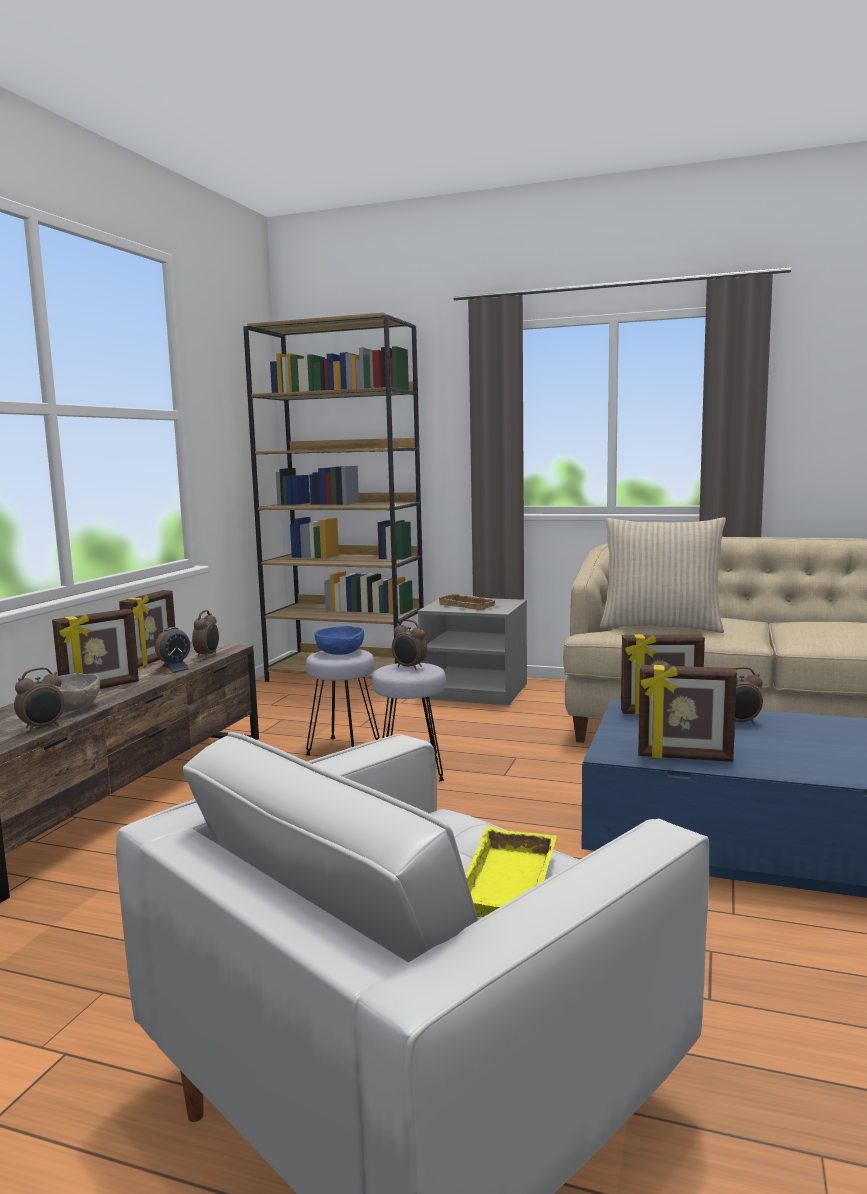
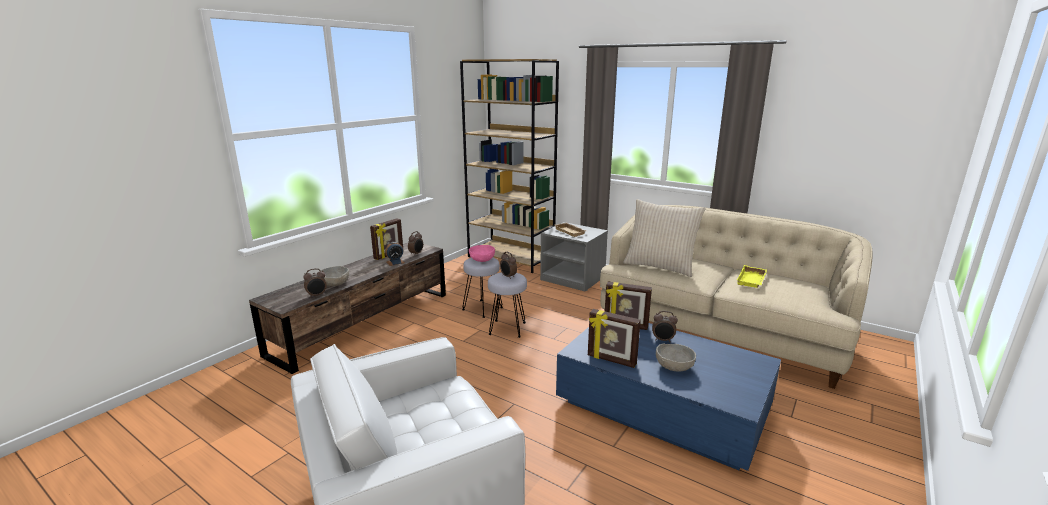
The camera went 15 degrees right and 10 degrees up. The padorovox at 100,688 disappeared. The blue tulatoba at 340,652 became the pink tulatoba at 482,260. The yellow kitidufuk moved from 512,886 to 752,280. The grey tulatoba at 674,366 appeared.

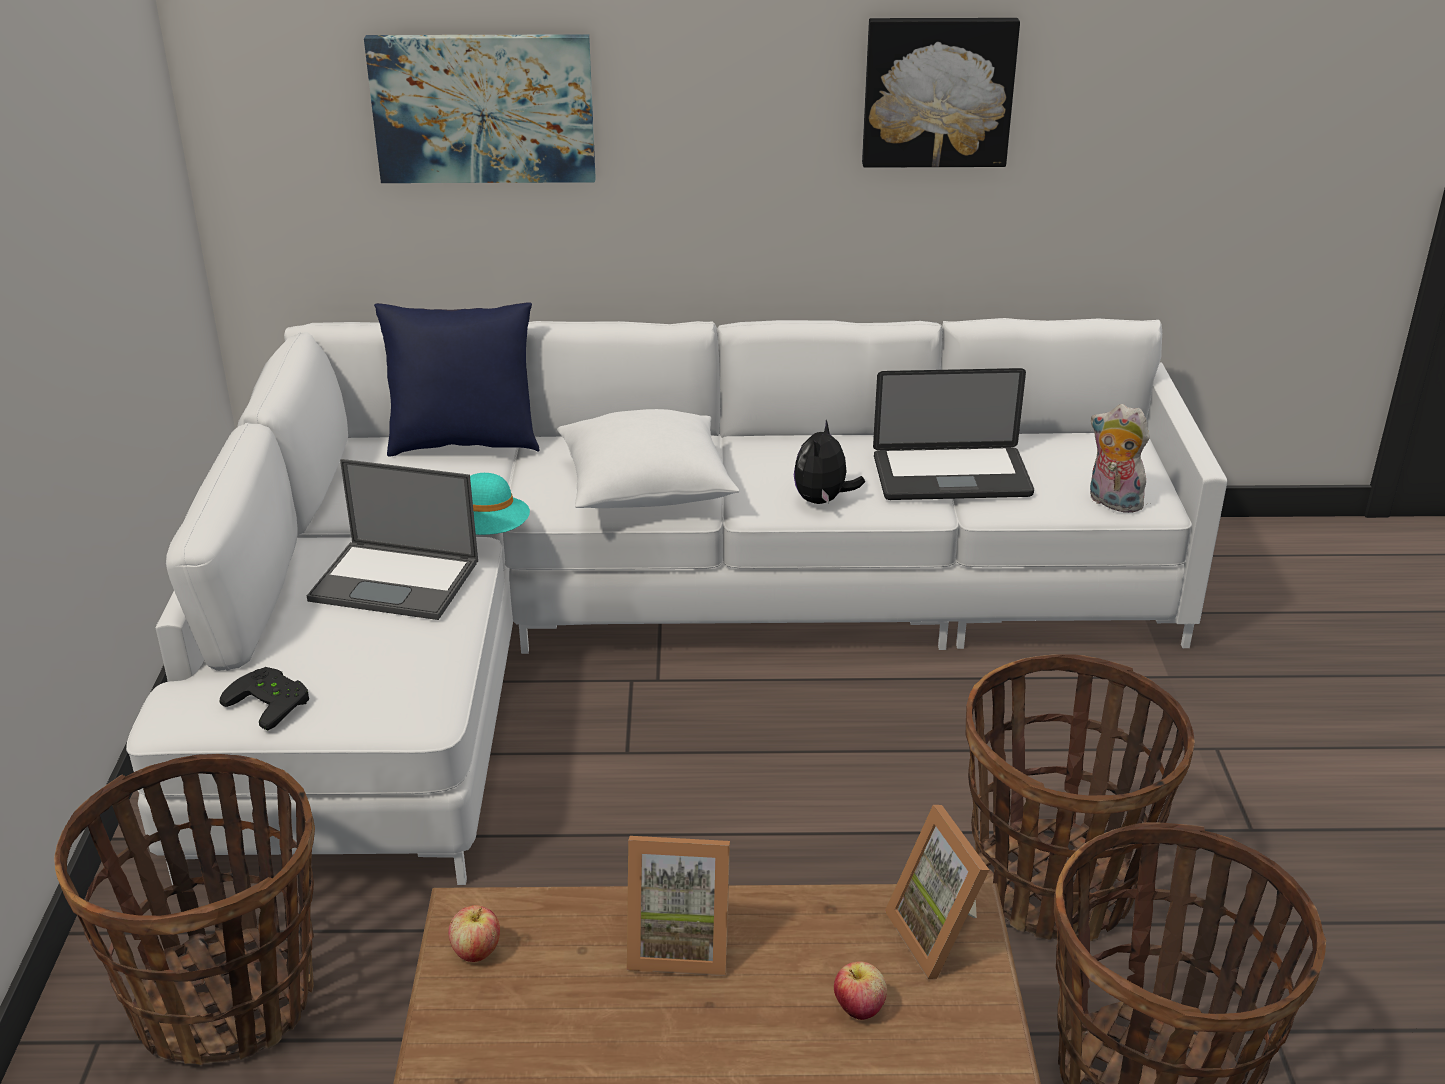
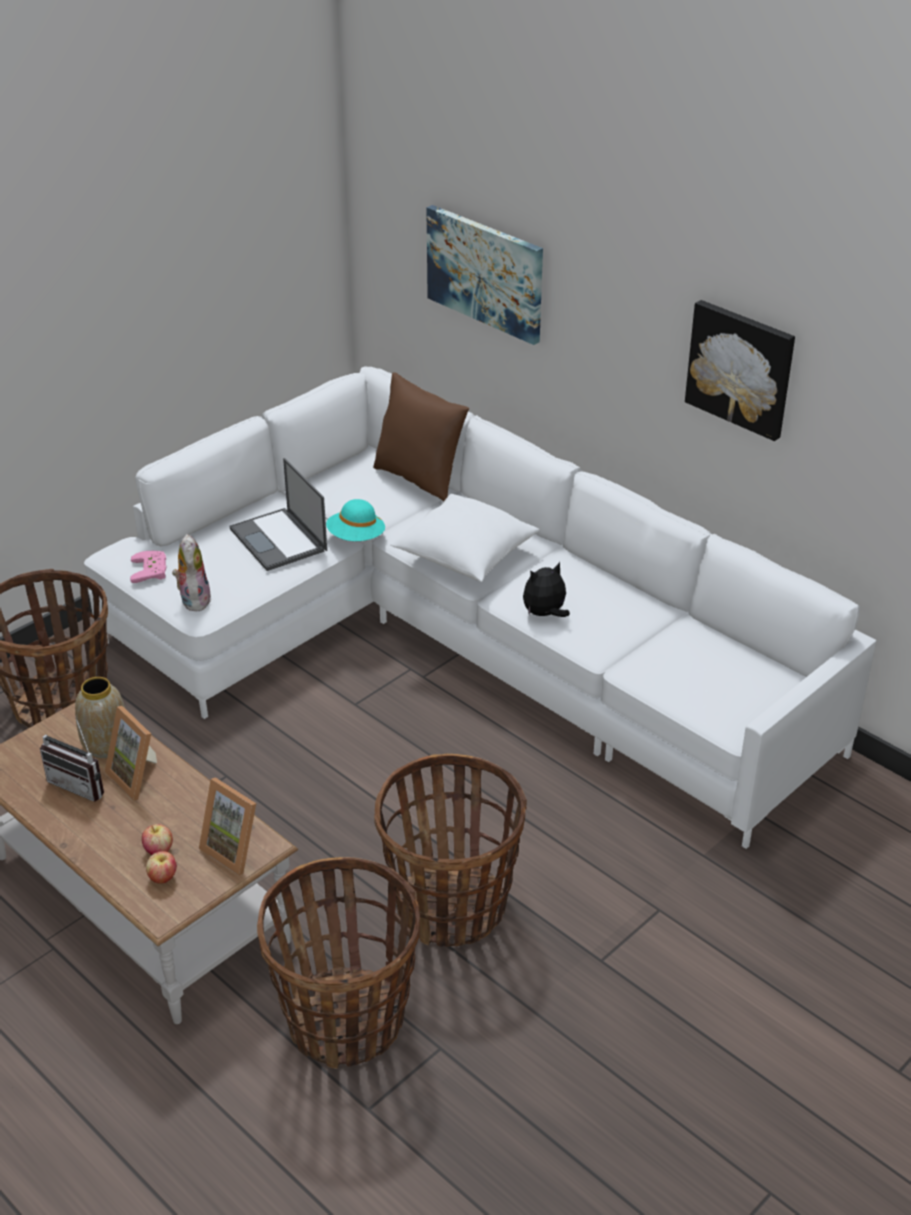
The camera went 45 degrees right and 5 degrees up. The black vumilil at 272,700 became the pink vumilil at 152,570. The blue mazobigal at 464,443 became the brown mazobigal at 419,479. The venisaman moved from 476,952 to 163,878. The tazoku at 951,476 disappeared. The padorovox at 942,935 turned 75 degrees counterclockwise. The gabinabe moved from 1111,502 to 193,599. The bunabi at 81,784 appeared. The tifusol at 105,745 appeared.

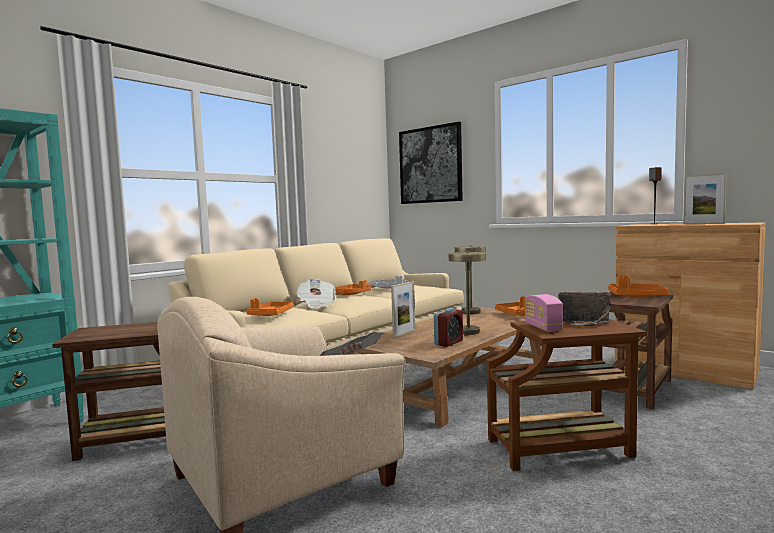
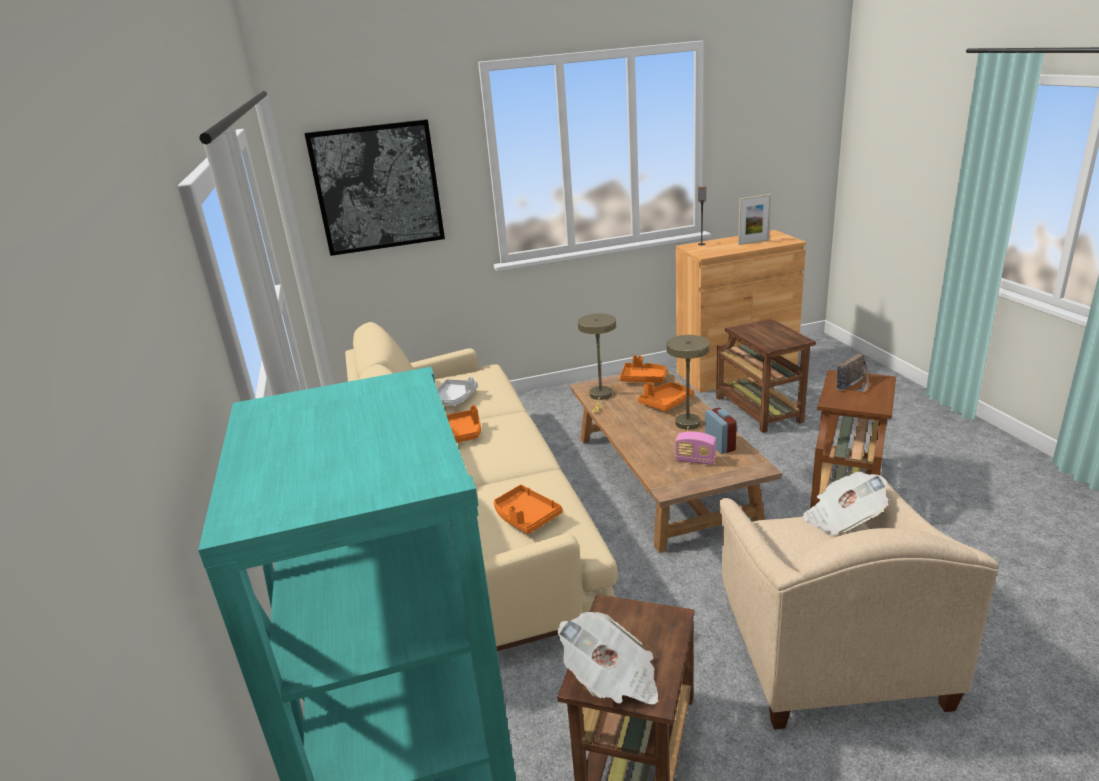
The camera went 55 degrees left and 20 degrees up. The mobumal moved from 316,304 to 612,679. The padorovox at 404,333 disappeared. The bunabi moved from 543,328 to 695,460. The orange kitidufuk moved from 635,296 to 665,402.

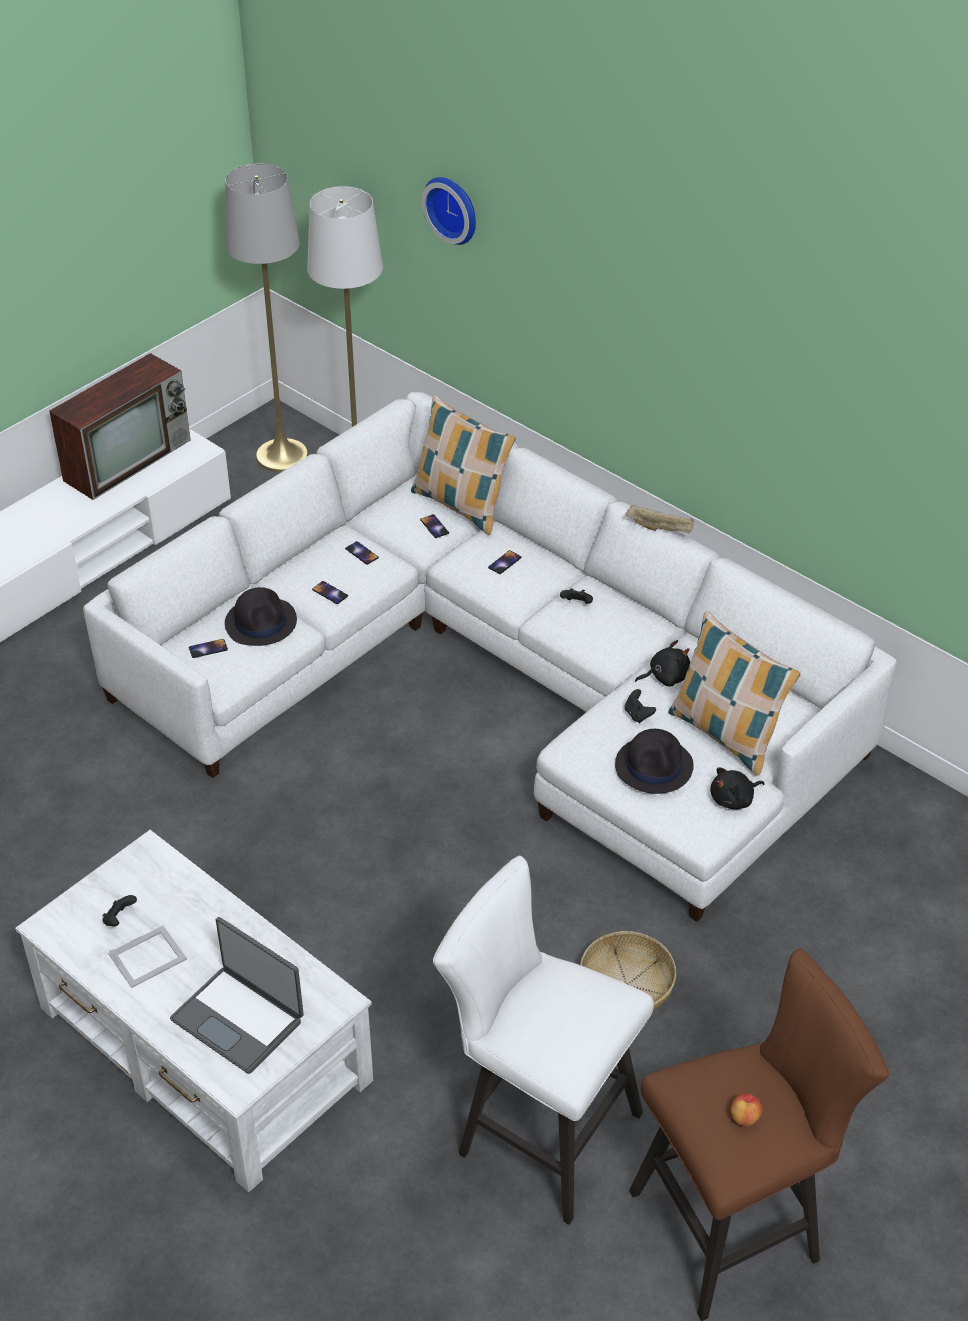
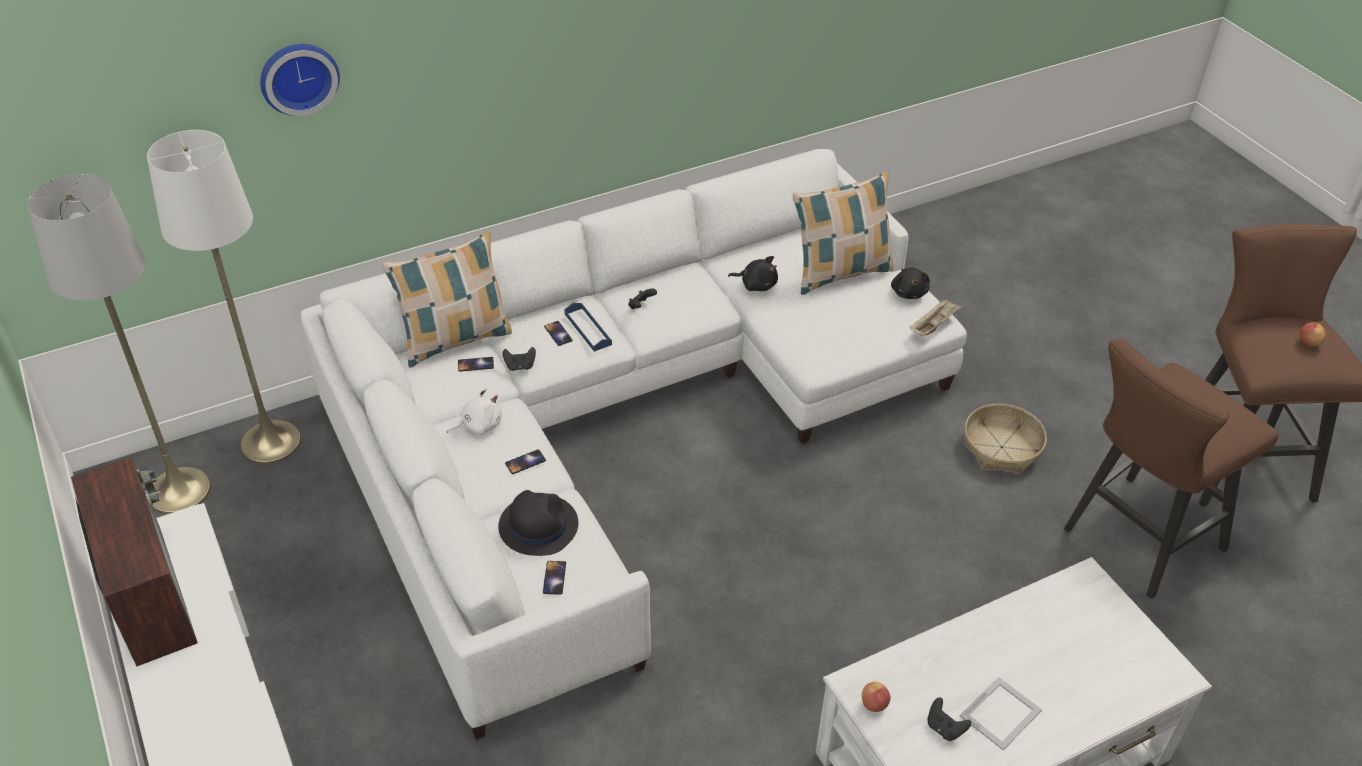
The camera went 70 degrees left and 0 degrees up. The padorovox at 148,956 turned 60 degrees clockwise. The tazoku at 239,1019 disappeared. The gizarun at 362,553 was replaced by the white gabinabe at 479,425. The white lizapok at 538,1130 became the brown lizapok at 1135,542. The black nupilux at 654,766 disappeared. The black vumilil moved from 638,714 to 520,366. The beige kitidufuk moved from 660,528 to 933,325. The black gabinabe at 666,677 turned 105 degrees clockwise. The blue kitidufuk at 588,329 appeared. The venisaman at 874,704 appeared.

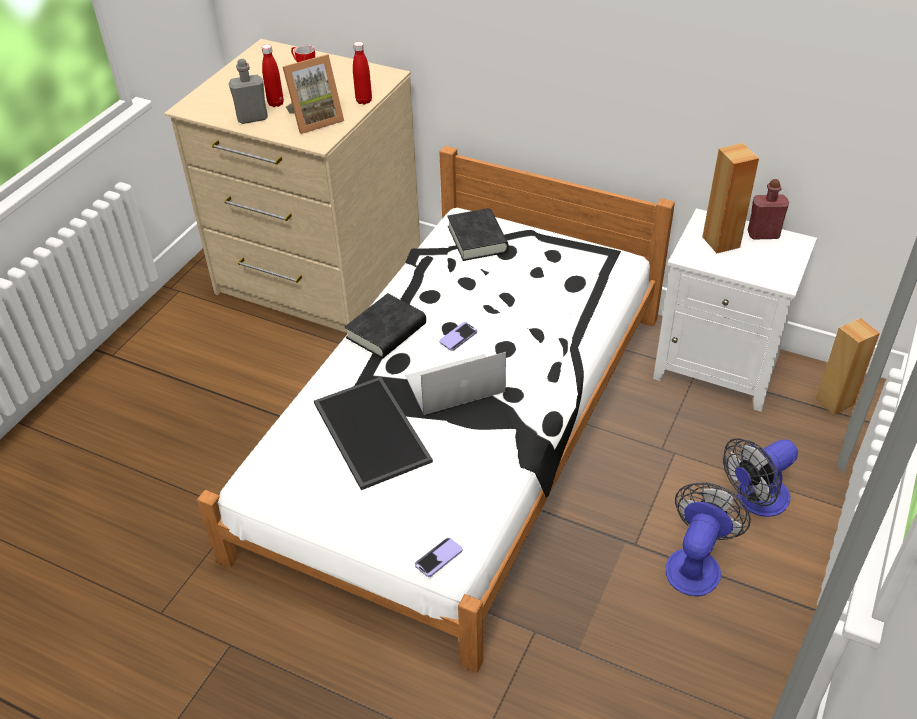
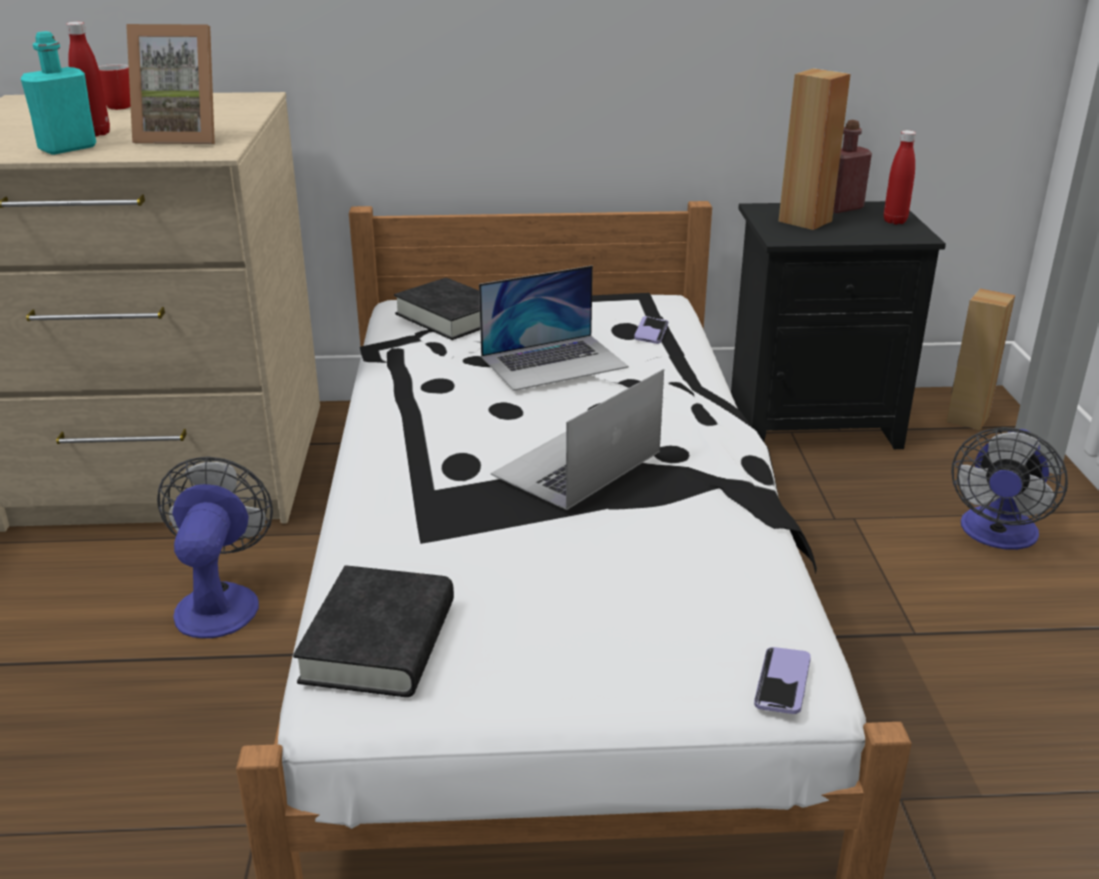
The camera went 30 degrees left and 15 degrees down. The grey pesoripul at 252,118 became the turquoise pesoripul at 68,148. The padorovox at 315,120 turned 60 degrees clockwise. The kitidufuk at 369,432 disappeared. The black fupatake moved from 386,331 to 379,642. The red pesoripul moved from 364,101 to 894,221. The gizarun moved from 458,337 to 651,332. The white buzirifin at 720,367 became the black buzirifin at 813,421. The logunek moved from 696,563 to 220,601. The tazoku at 554,362 appeared.

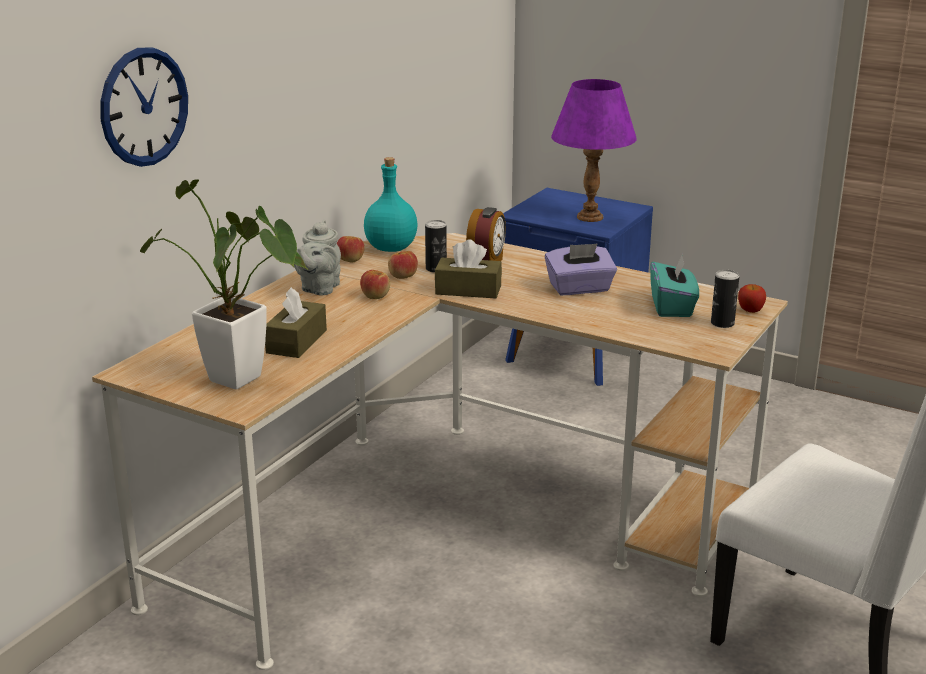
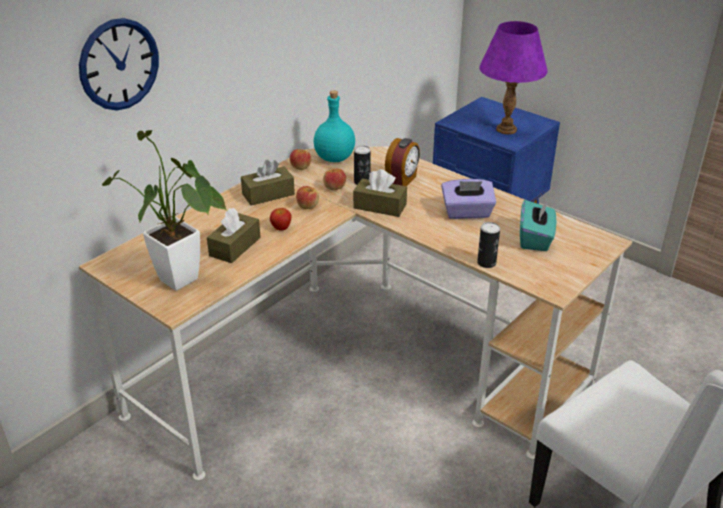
The camera went 10 degrees right and 10 degrees up. The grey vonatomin at 319,288 was replaced by the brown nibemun at 268,194. The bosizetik moved from 722,323 to 486,263. The venisaman moved from 750,310 to 281,228.

